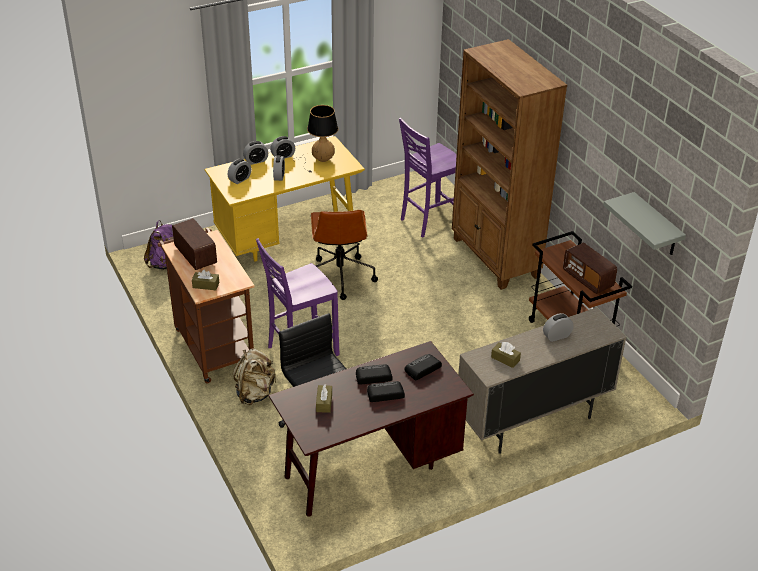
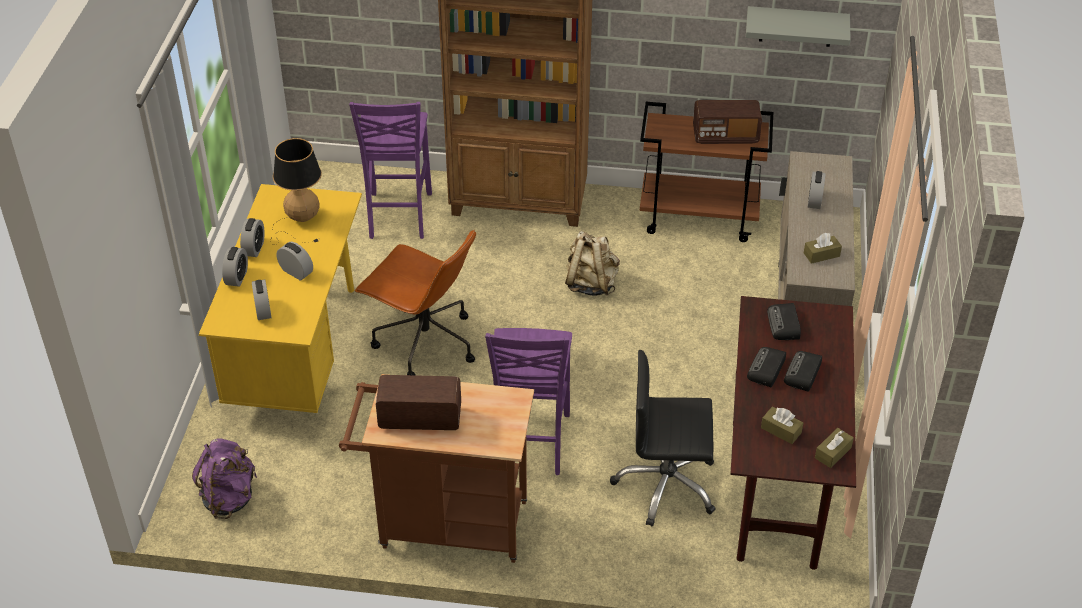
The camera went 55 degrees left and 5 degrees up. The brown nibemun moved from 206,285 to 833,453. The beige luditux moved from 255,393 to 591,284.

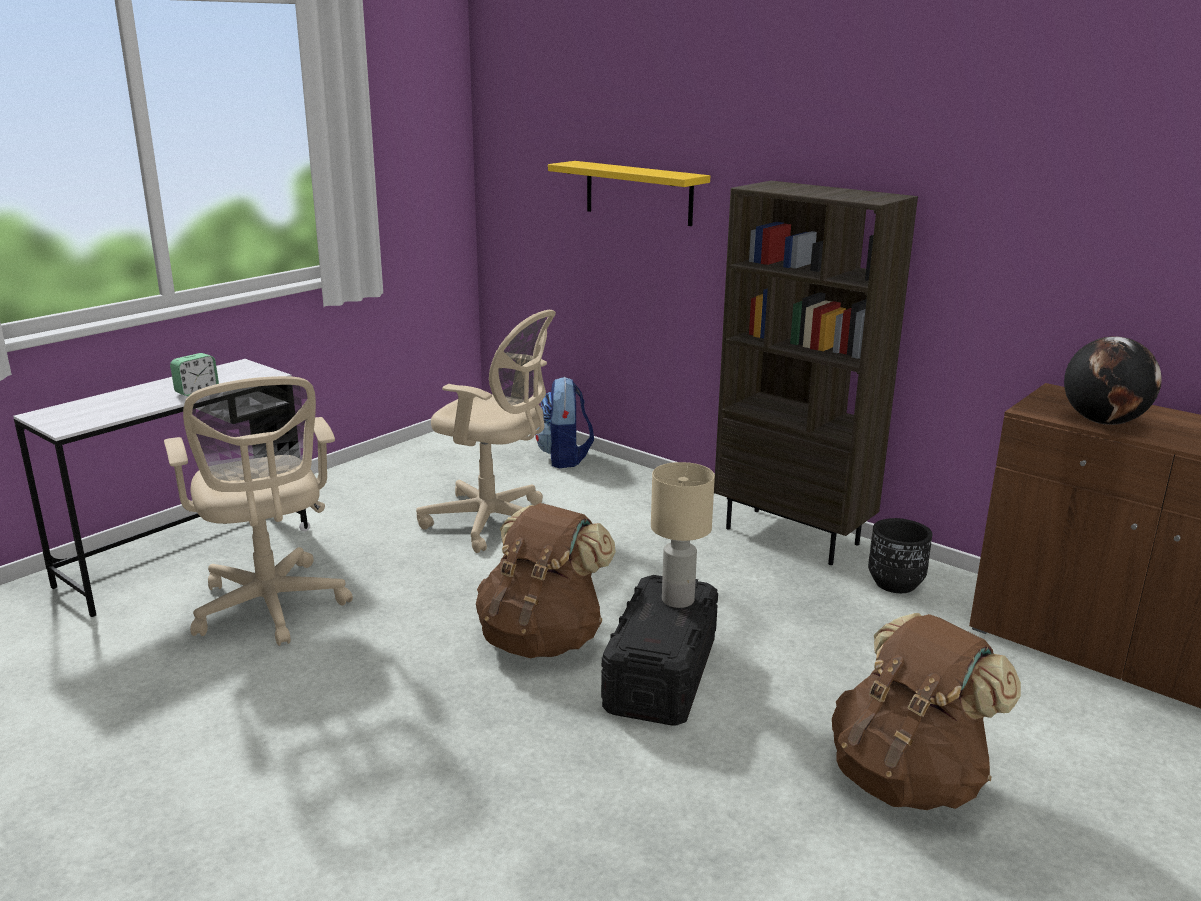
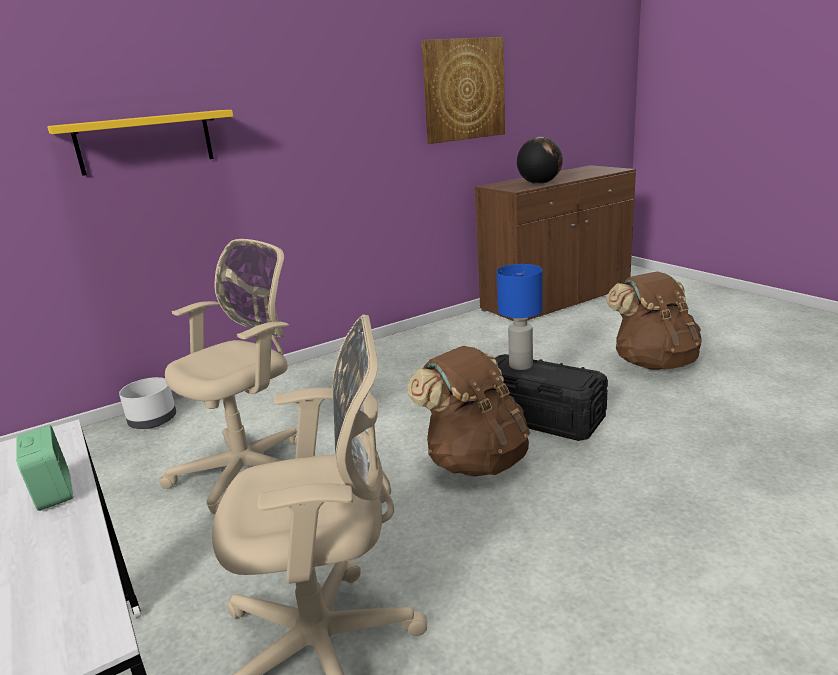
The camera went 70 degrees left and 0 degrees up. The luditux at 565,458 was replaced by the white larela at 154,421. The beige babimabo at 677,600 became the blue babimabo at 520,365. The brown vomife at 793,536 disappeared. The black larela at 895,583 disappeared. The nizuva at 463,90 appeared.

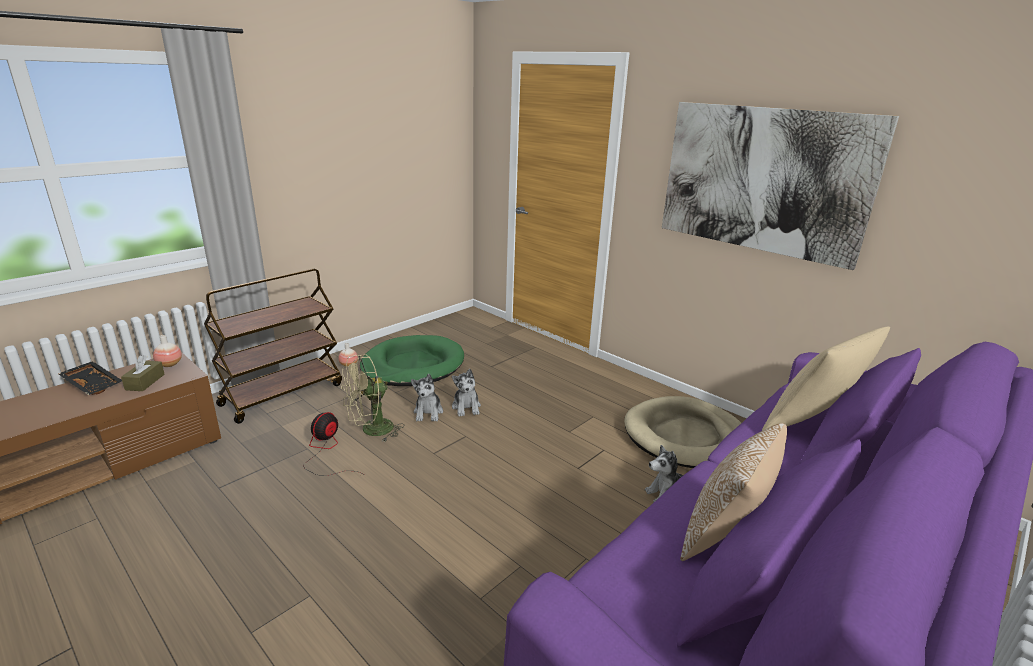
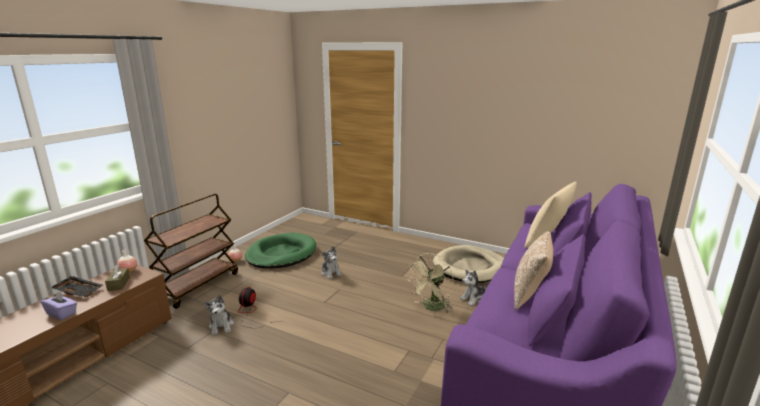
The camera went 15 degrees left and 5 degrees down. The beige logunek moved from 371,431 to 432,308. The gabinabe moved from 428,412 to 221,326. The nizuva at 763,180 disappeared. The purple nibemun at 62,313 appeared.

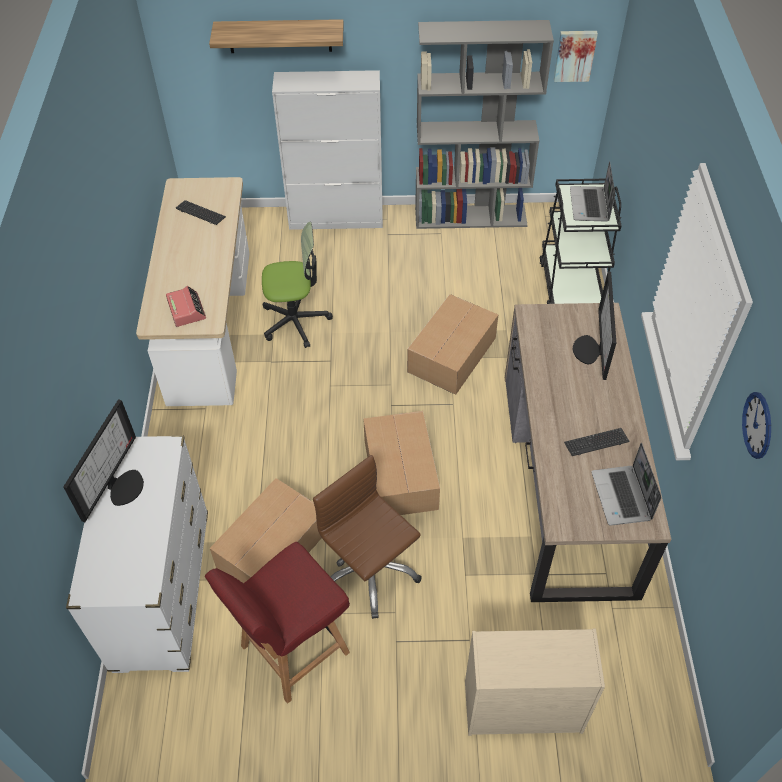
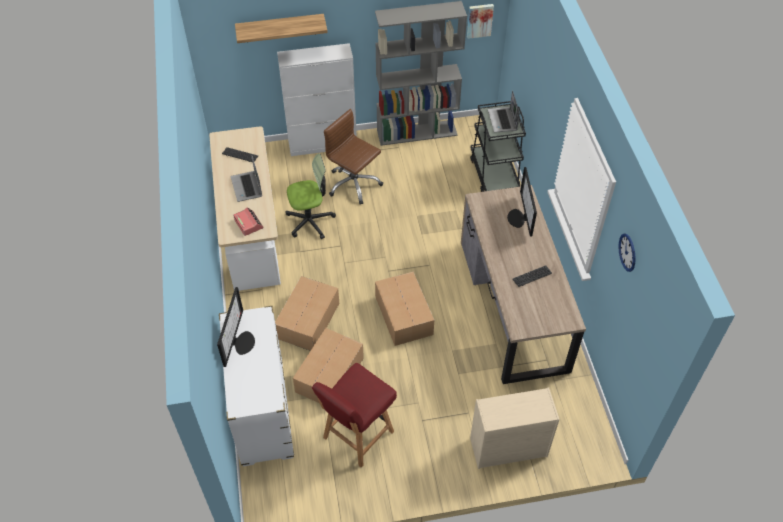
The camera went 10 degrees left and 0 degrees up. The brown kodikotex moved from 369,571 to 354,184. The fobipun moved from 453,354 to 309,320. The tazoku moved from 622,497 to 247,187.

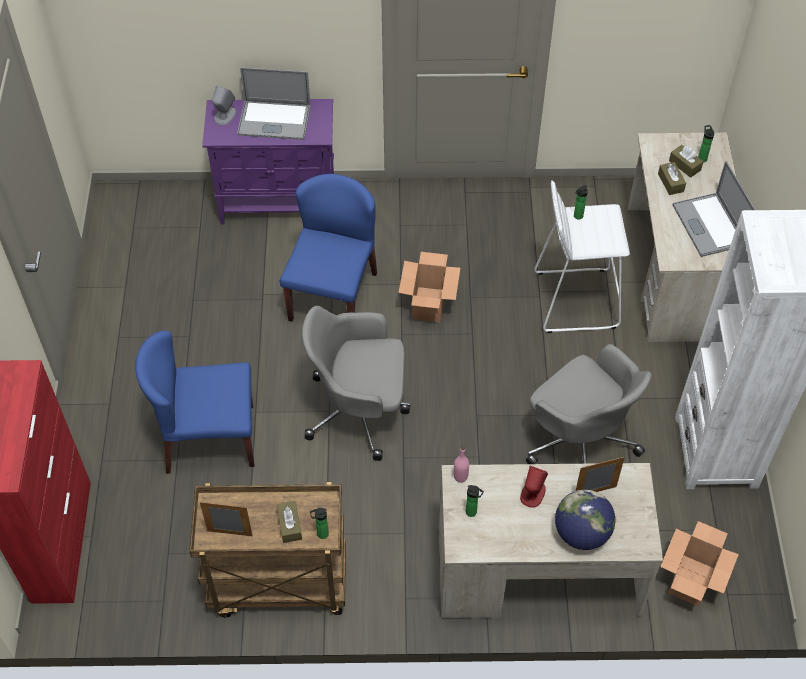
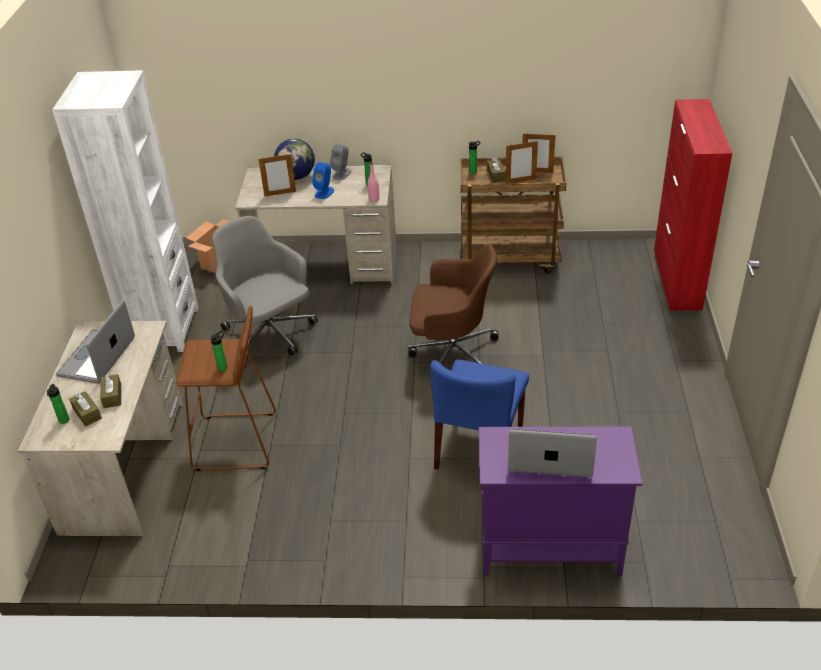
The camera went 175 degrees left and 15 degrees down. The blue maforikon at 209,438 disappeared. The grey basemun moved from 225,116 to 342,173. The grey kodikotex at 359,410 became the brown kodikotex at 452,355. The fobipun at 428,304 disappeared. The red basemun at 532,493 became the blue basemun at 324,192. The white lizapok at 575,299 became the brown lizapok at 236,442. The tazoku at 709,225 turned 150 degrees counterclockwise. The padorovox at 520,181 appeared.

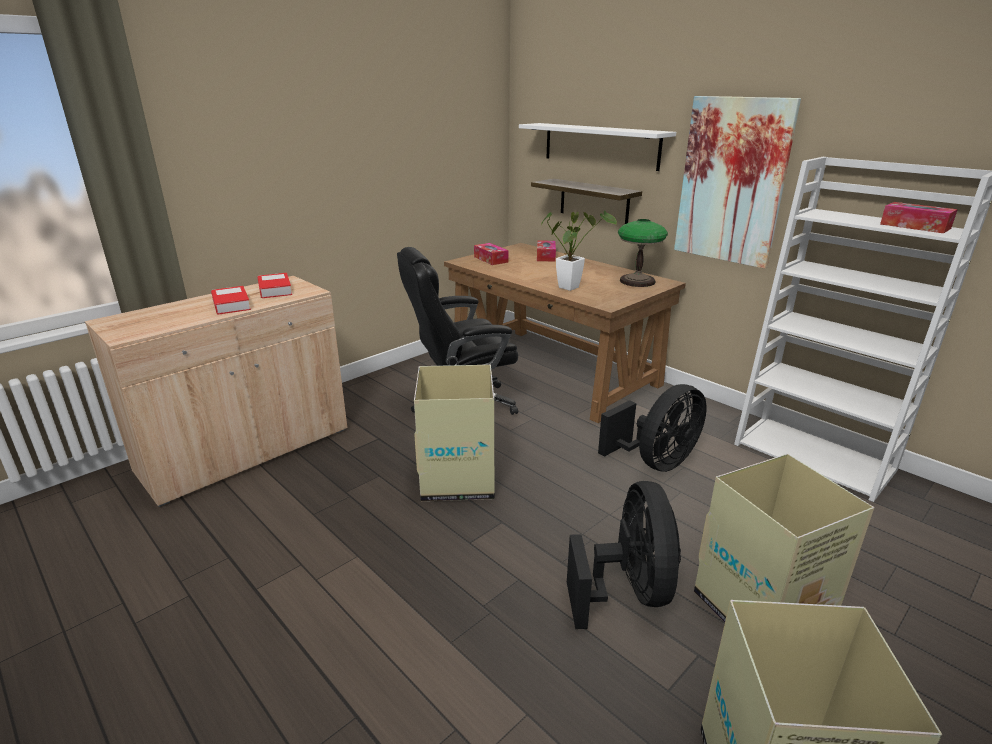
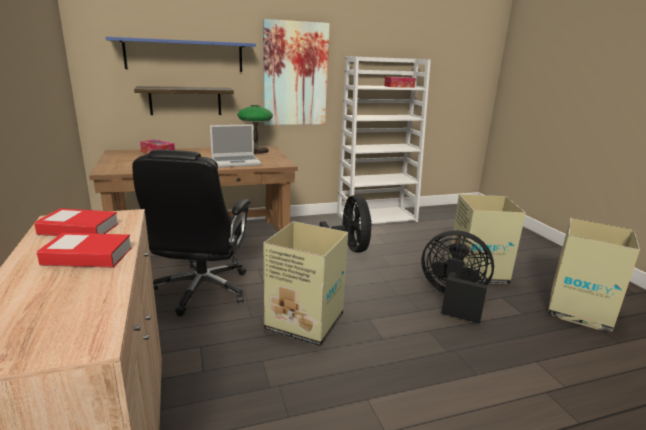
The camera went 65 degrees left and 5 degrees down. The nibemun at 491,259 disappeared. The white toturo at 600,145 became the blue toturo at 184,55. The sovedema at 571,286 was replaced by the tazoku at 236,162.

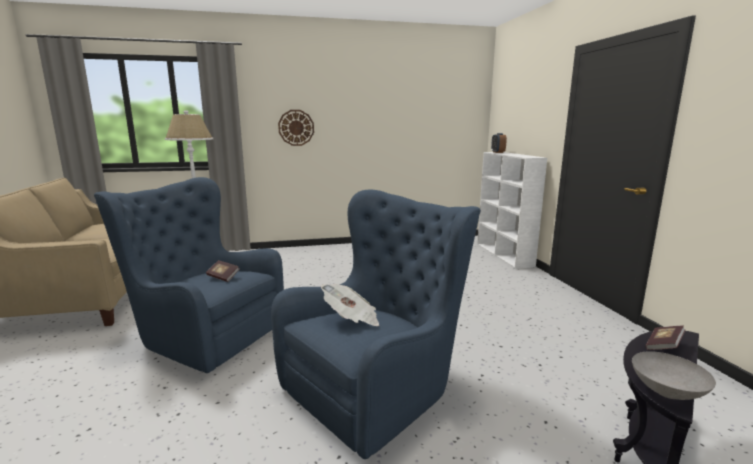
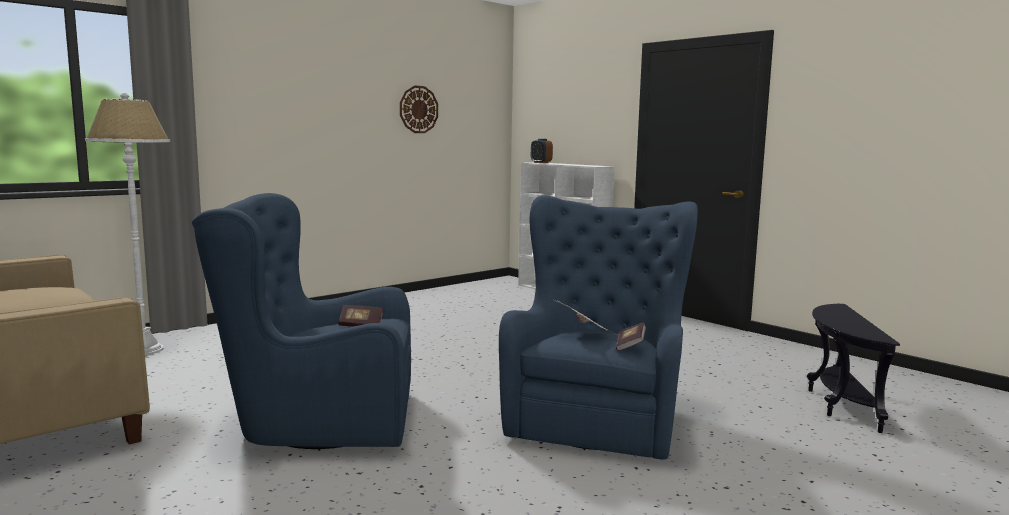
The camera went 30 degrees left and 5 degrees down. The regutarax moved from 296,127 to 418,109. The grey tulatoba at 666,392 disappeared. The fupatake moved from 663,346 to 630,346.

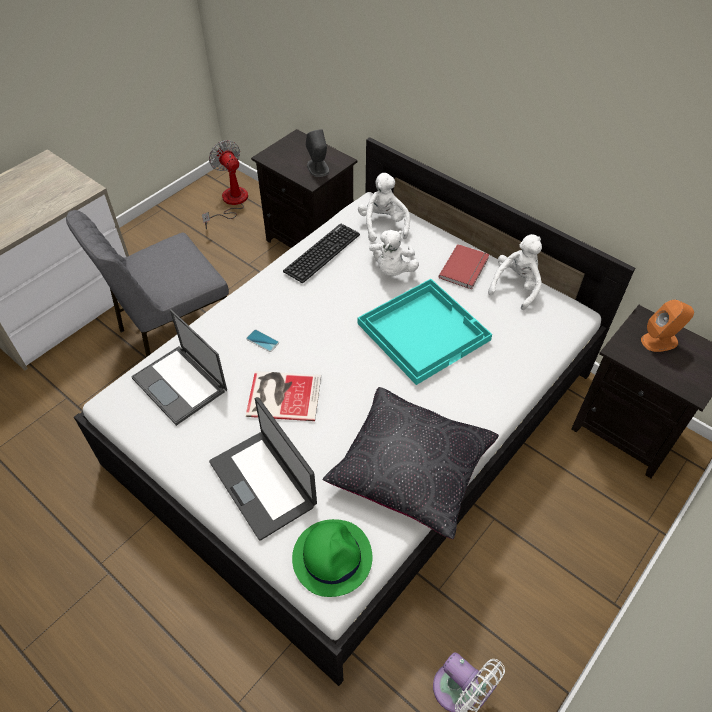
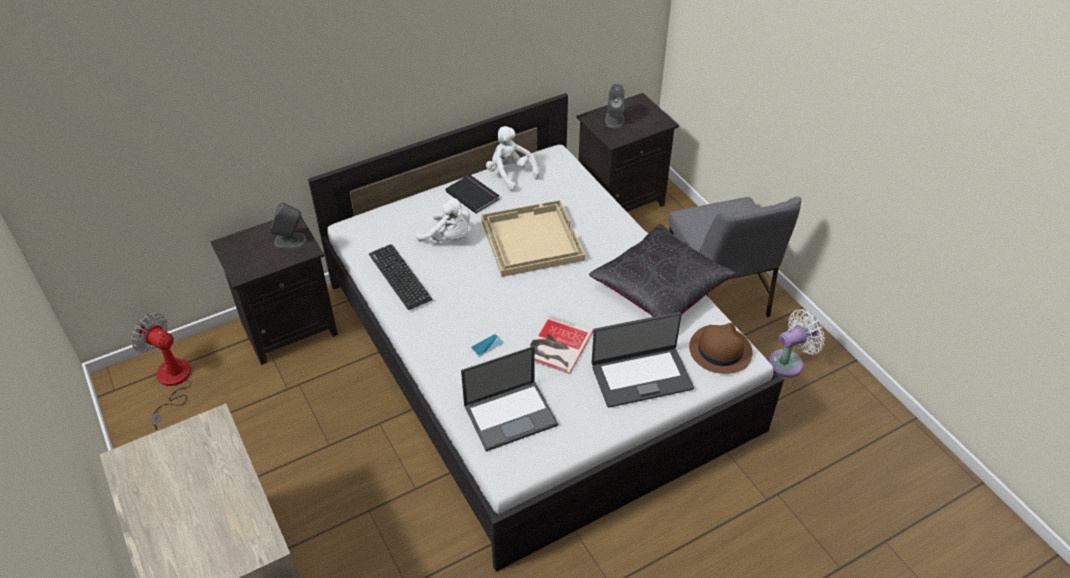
The camera went 70 degrees left and 5 degrees down. The grey maforikon moved from 174,334 to 718,294. The logunek at 230,202 turned 45 degrees clockwise. The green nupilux at 332,557 became the brown nupilux at 719,350. The white gabinabe at 383,225 disappeared. The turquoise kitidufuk at 423,330 became the beige kitidufuk at 530,239. The red fupatake at 465,268 became the black fupatake at 473,194. The orange basemun at 660,341 became the grey basemun at 614,119.

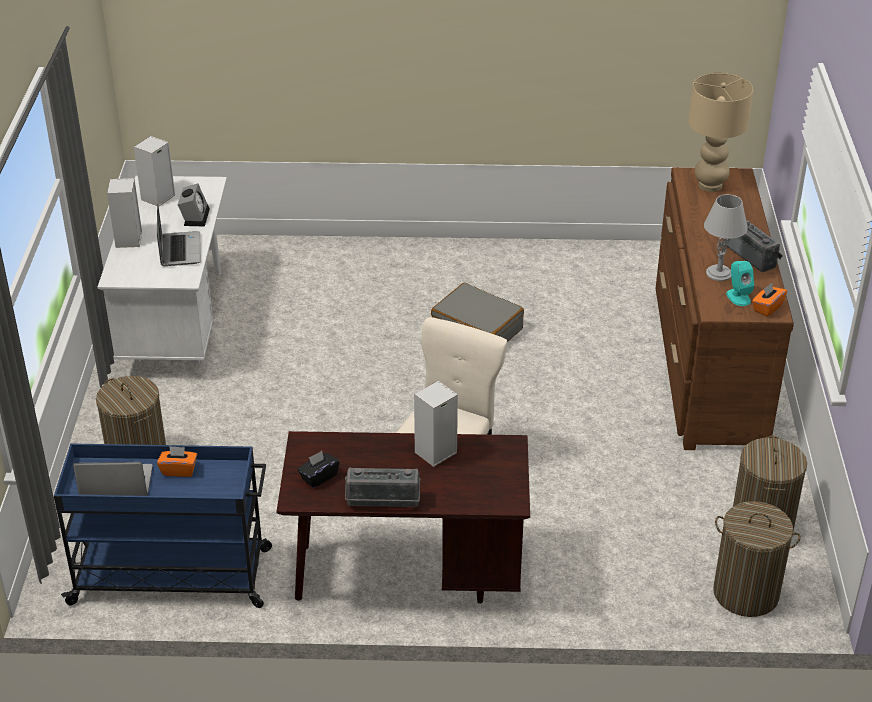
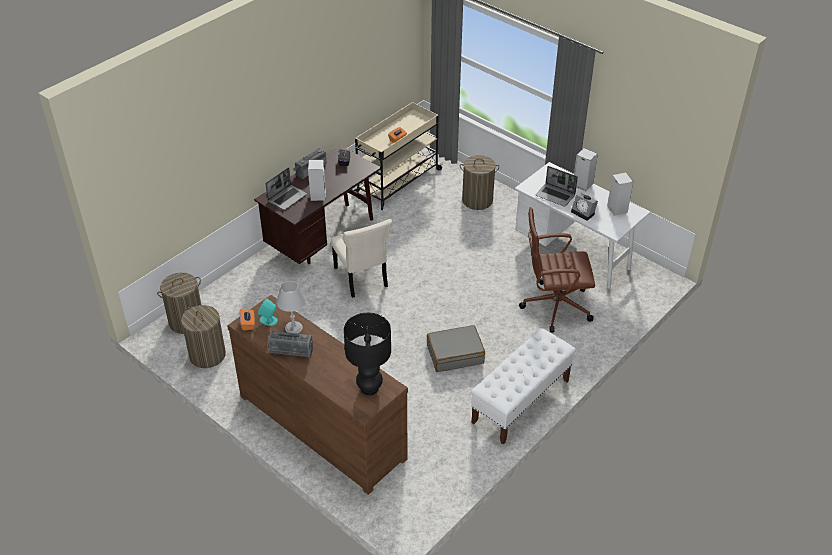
The camera went 130 degrees right and 5 degrees up. The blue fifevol at 174,576 became the beige fifevol at 397,182. The tazoku moved from 115,484 to 287,197. The beige babimabo at 710,186 became the black babimabo at 369,388. The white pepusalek at 520,401 appeared. The brown kodikotex at 554,306 appeared.

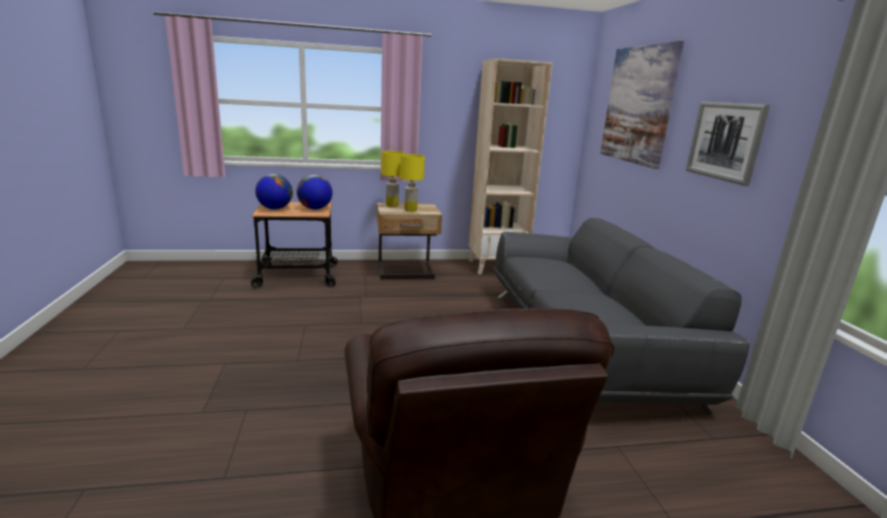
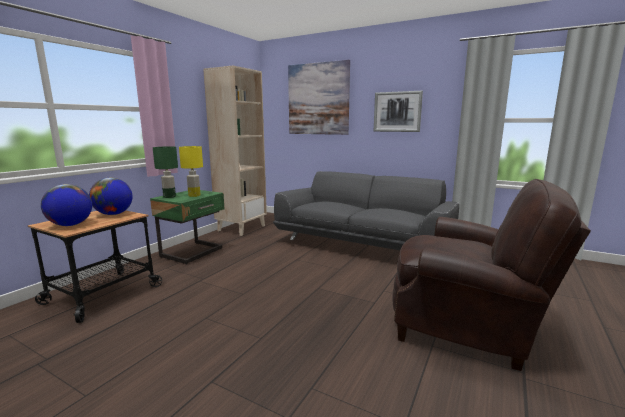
The camera went 50 degrees left and 5 degrees down. The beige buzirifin at 406,272 became the green buzirifin at 193,253. The yellow babimabo at 391,205 became the green babimabo at 169,196.

